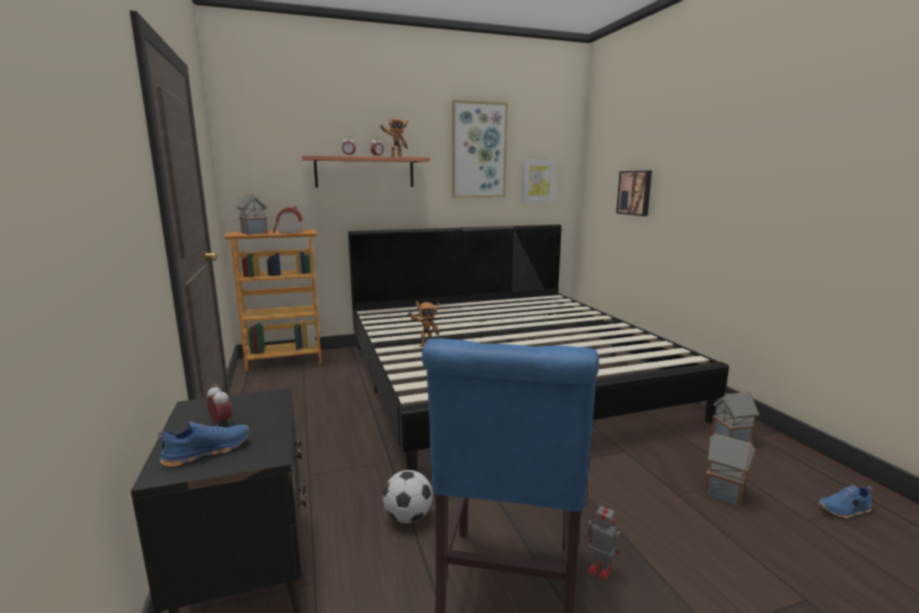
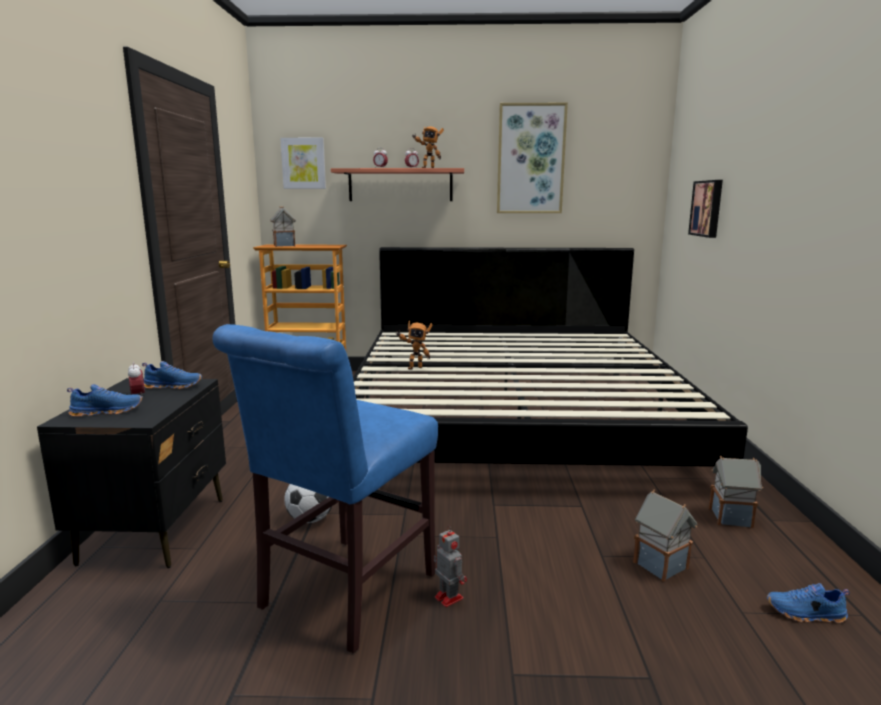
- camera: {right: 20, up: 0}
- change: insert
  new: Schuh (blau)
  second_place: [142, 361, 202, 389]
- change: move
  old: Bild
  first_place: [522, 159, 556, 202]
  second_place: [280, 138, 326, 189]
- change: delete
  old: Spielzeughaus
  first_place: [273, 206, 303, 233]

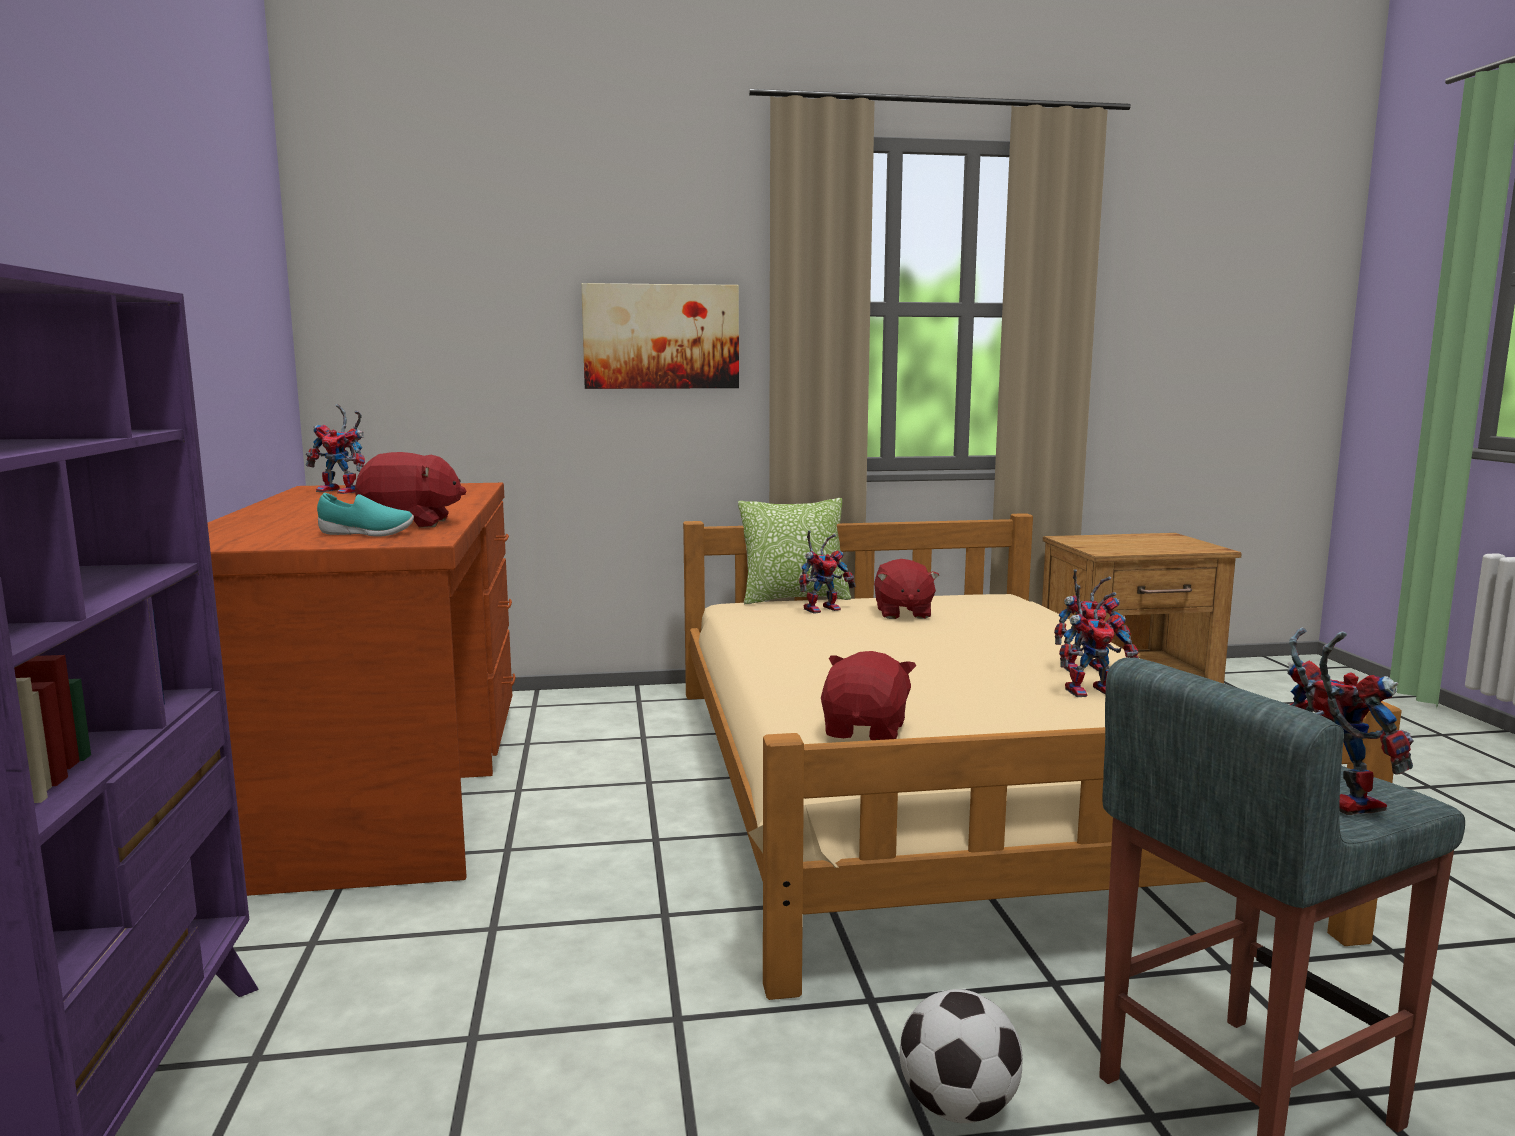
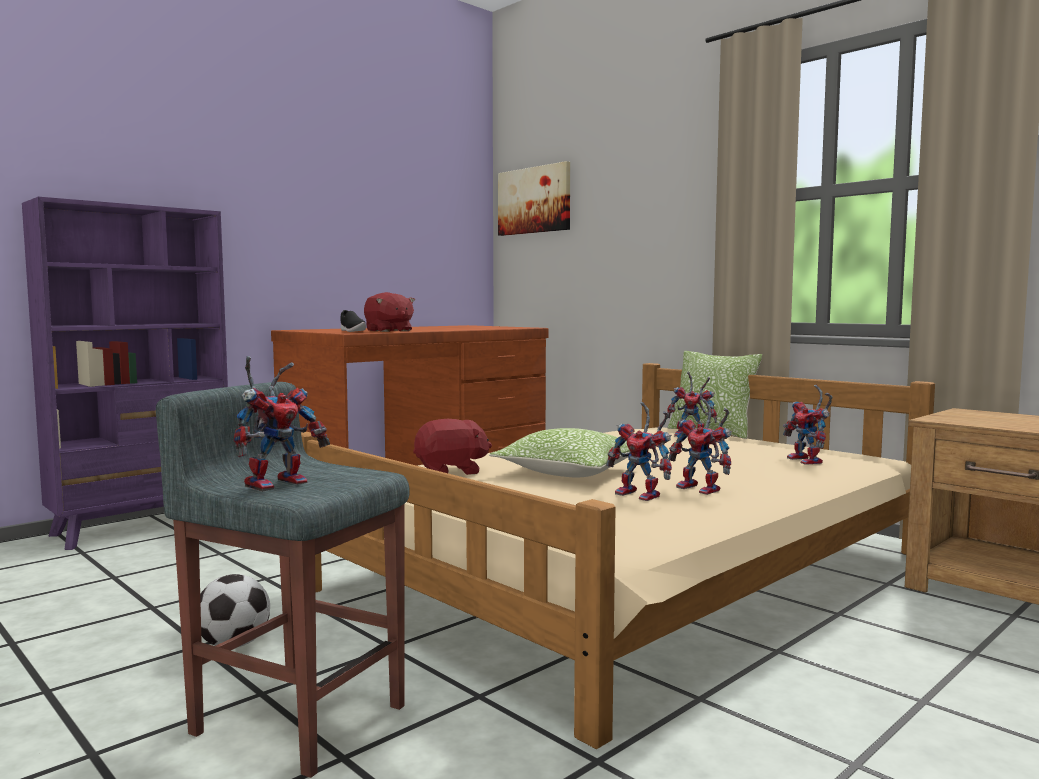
- camera: {right: 55, up: -5}
- change: recolor
  old: Schuh (türkis)
  new: Schuh (schwarz)
  first_place: [317, 493, 414, 537]
  second_place: [340, 310, 366, 332]
- change: insert
  new: Kissen
  second_place: [489, 428, 630, 477]
- change: move
  old: Bild
  first_place: [581, 283, 739, 389]
  second_place: [498, 161, 570, 236]
- change: move
  old: Spielzeugroboter
  first_place: [306, 404, 365, 494]
  second_place: [783, 385, 833, 465]
- change: delete
  old: Plüschtier (rot)
  first_place: [874, 559, 939, 619]

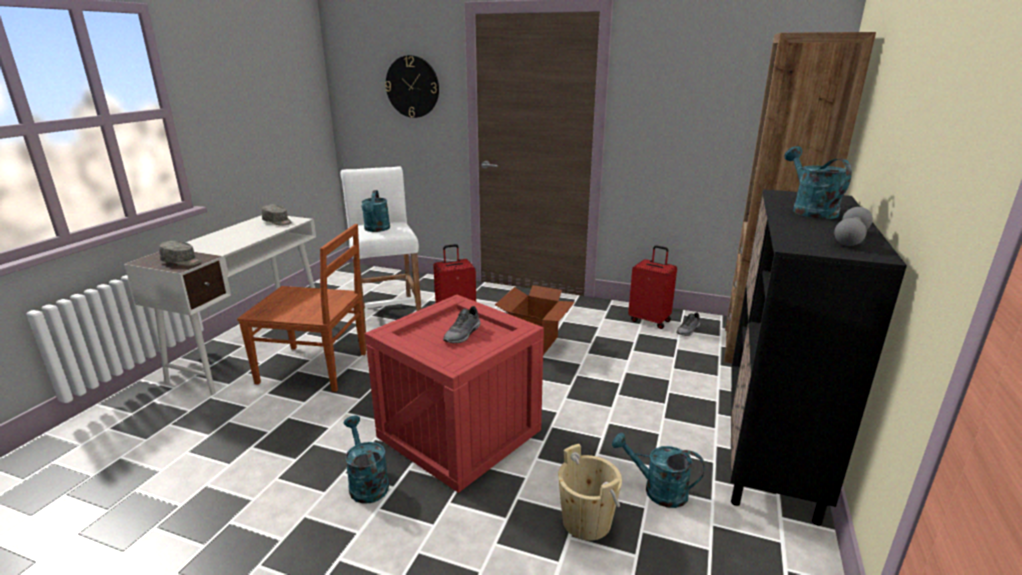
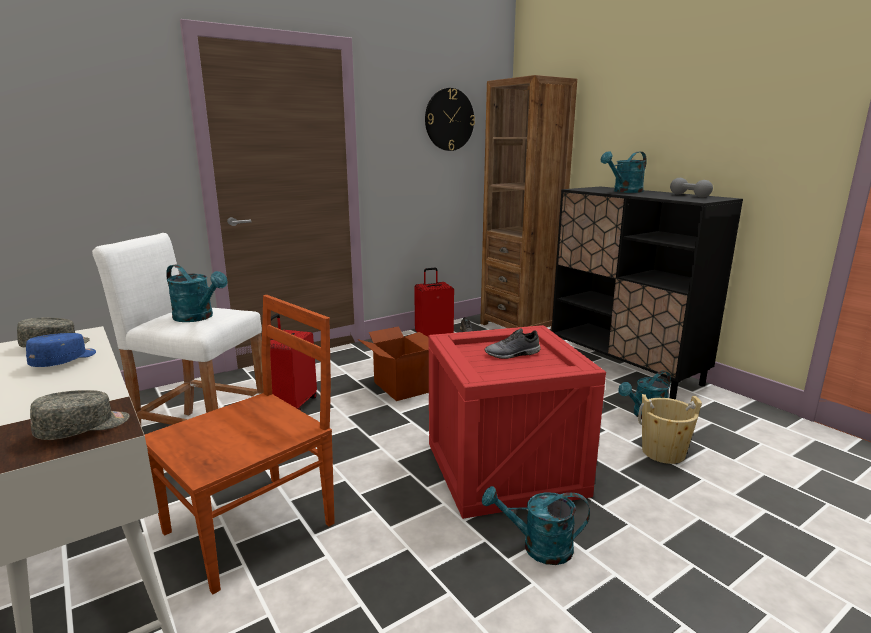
- camera: {right: -55, up: -5}
- change: insert
  new: Kappe (blau)
  second_place: [26, 333, 96, 367]
- change: move
  old: Wanduhr
  first_place: [385, 55, 439, 118]
  second_place: [425, 88, 475, 151]
- change: rotate
  old: Schuh (grau)
  first_place: [443, 306, 480, 343]
  second_place: [484, 328, 541, 359]
  degrees: 105
- change: rotate
  old: Gießkanne (türkis)
  first_place: [784, 146, 852, 219]
  second_place: [601, 151, 647, 193]
  degrees: -60

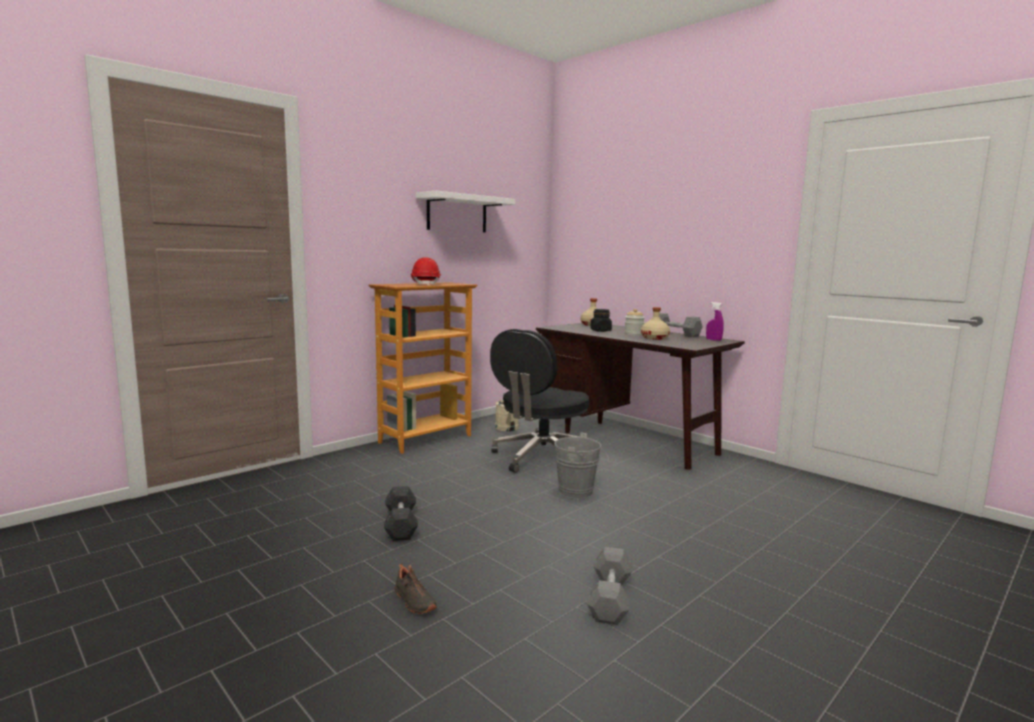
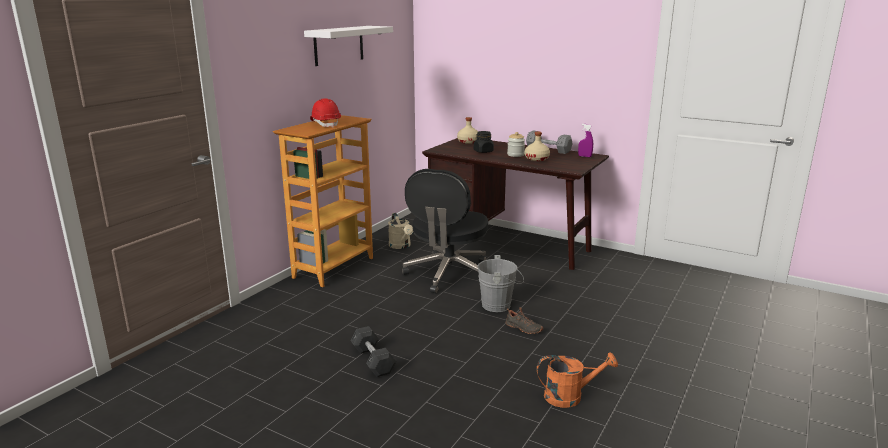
- camera: {right: -15, up: 10}
- change: move
  old: Schuh (schwarz)
  first_place: [395, 564, 437, 614]
  second_place: [506, 307, 543, 334]
- change: replace
  old: Hantel (grau)
  new: Gießkanne (orange)
  first_place: [587, 547, 632, 625]
  second_place: [537, 352, 618, 408]

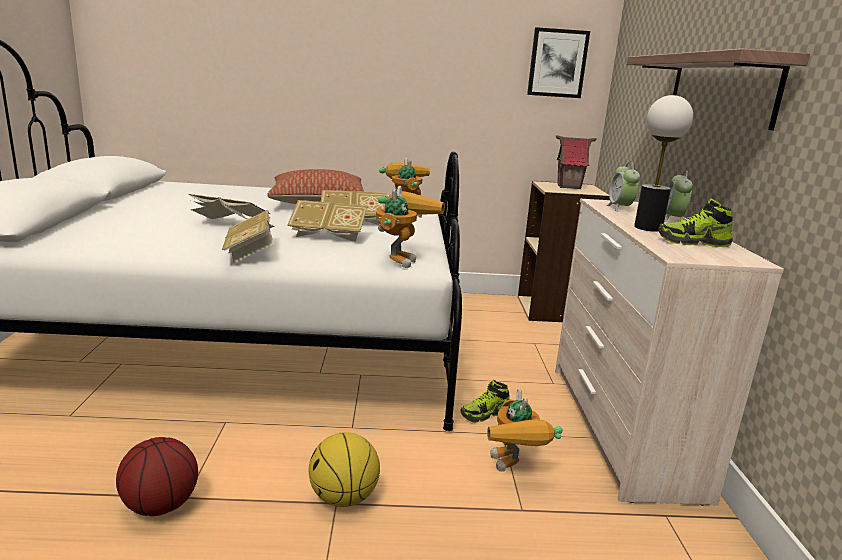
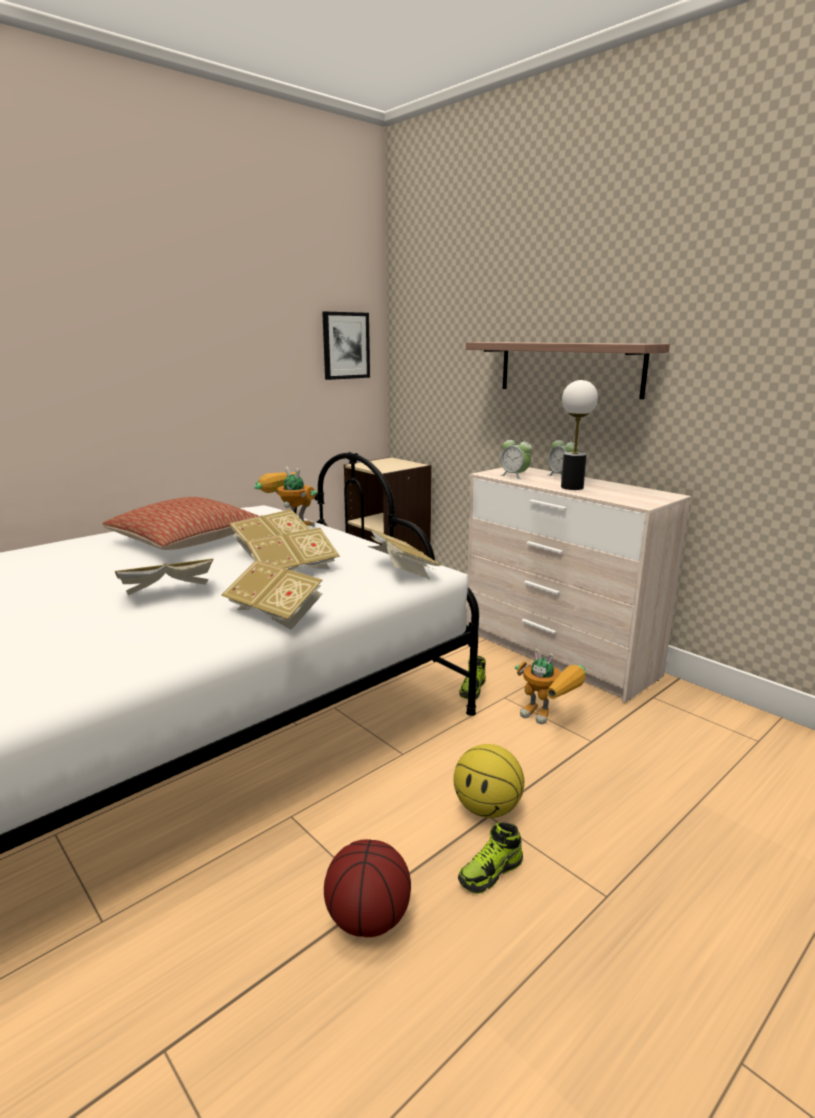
- camera: {right: -40, up: 0}
- change: replace
  old: Spielzeugroboter
  new: Buch
  first_place: [376, 186, 445, 268]
  second_place: [367, 529, 442, 579]
- change: move
  old: Schuh
  first_place: [659, 199, 733, 247]
  second_place: [458, 822, 523, 894]
- change: delete
  old: Spielzeughaus
  first_place: [556, 135, 597, 189]

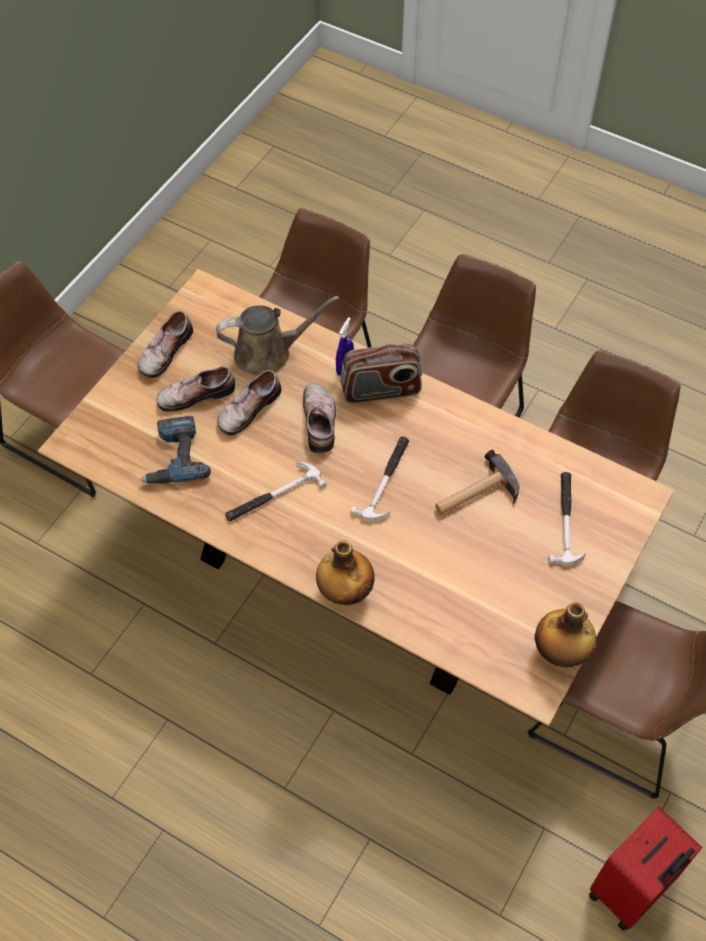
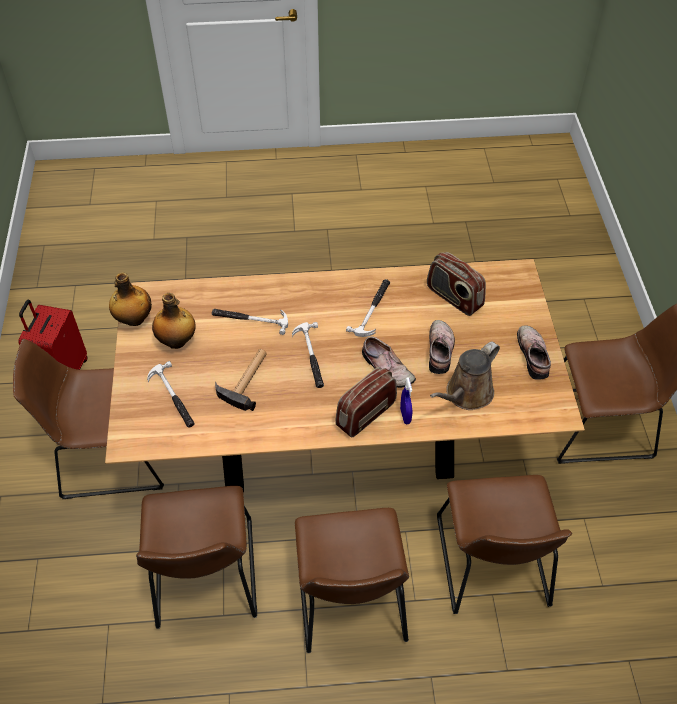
- camera: {right: 145, up: -5}
- change: move
  old: Flasche
  first_place: [316, 540, 375, 605]
  second_place: [152, 293, 196, 349]
- change: insert
  new: Hammer
  second_place: [212, 309, 288, 335]
- change: replace
  old: Bohrmaschine
  new: Radio
  first_place: [139, 416, 211, 484]
  second_place: [427, 252, 486, 316]
- change: delete
  old: Schuh
  first_place: [156, 366, 235, 412]

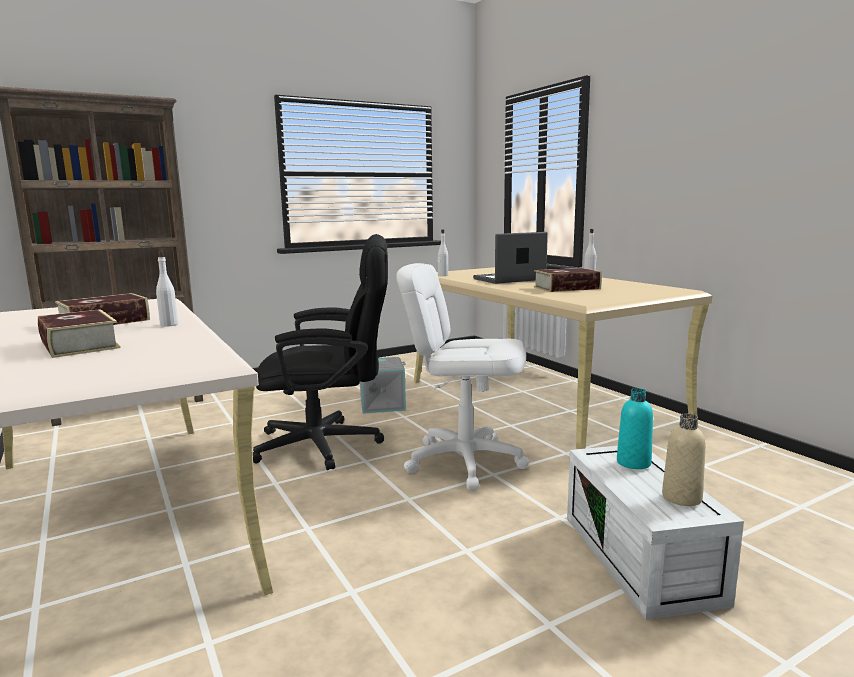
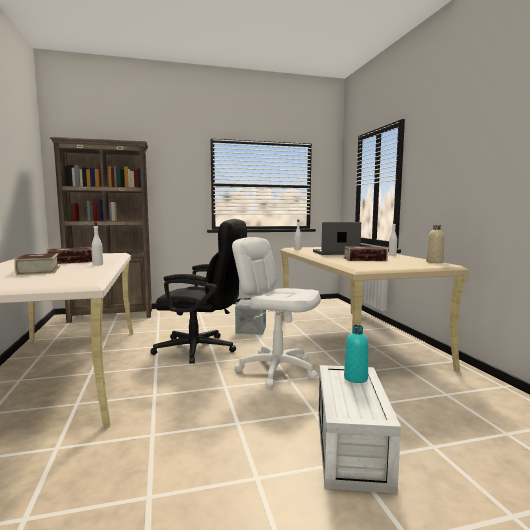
- camera: {right: 15, up: -5}
- change: move
  old: Flasche (beige)
  first_place: [662, 413, 706, 506]
  second_place: [426, 225, 444, 263]

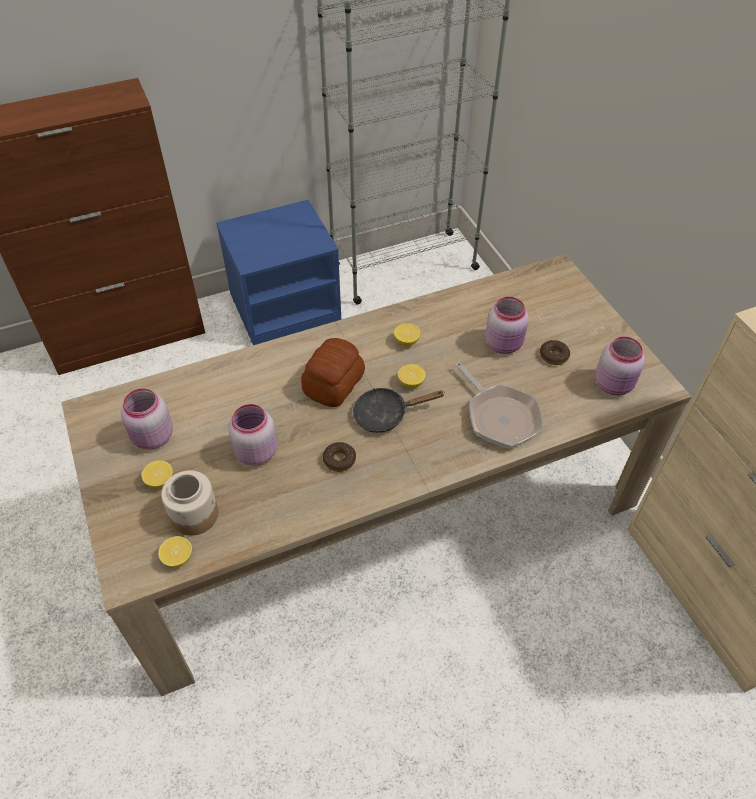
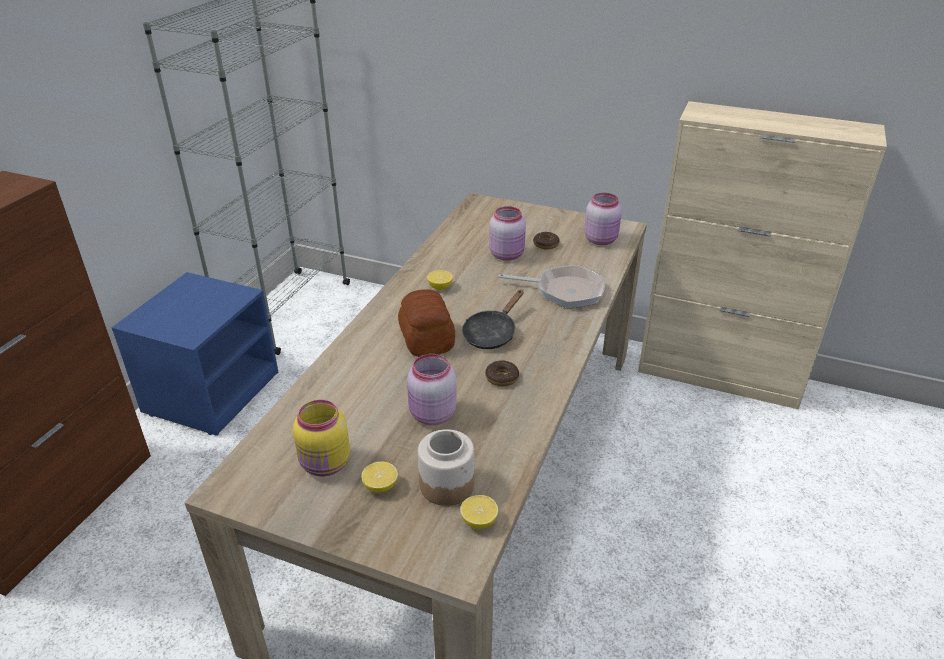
- camera: {right: -45, up: -15}
- change: recolor
  old: Vorratsglas (rosa)
  new: Vorratsglas (gelb)
  first_place: [121, 388, 173, 449]
  second_place: [293, 400, 350, 476]
- change: delete
  old: Zitrone
  first_place: [398, 364, 426, 388]

